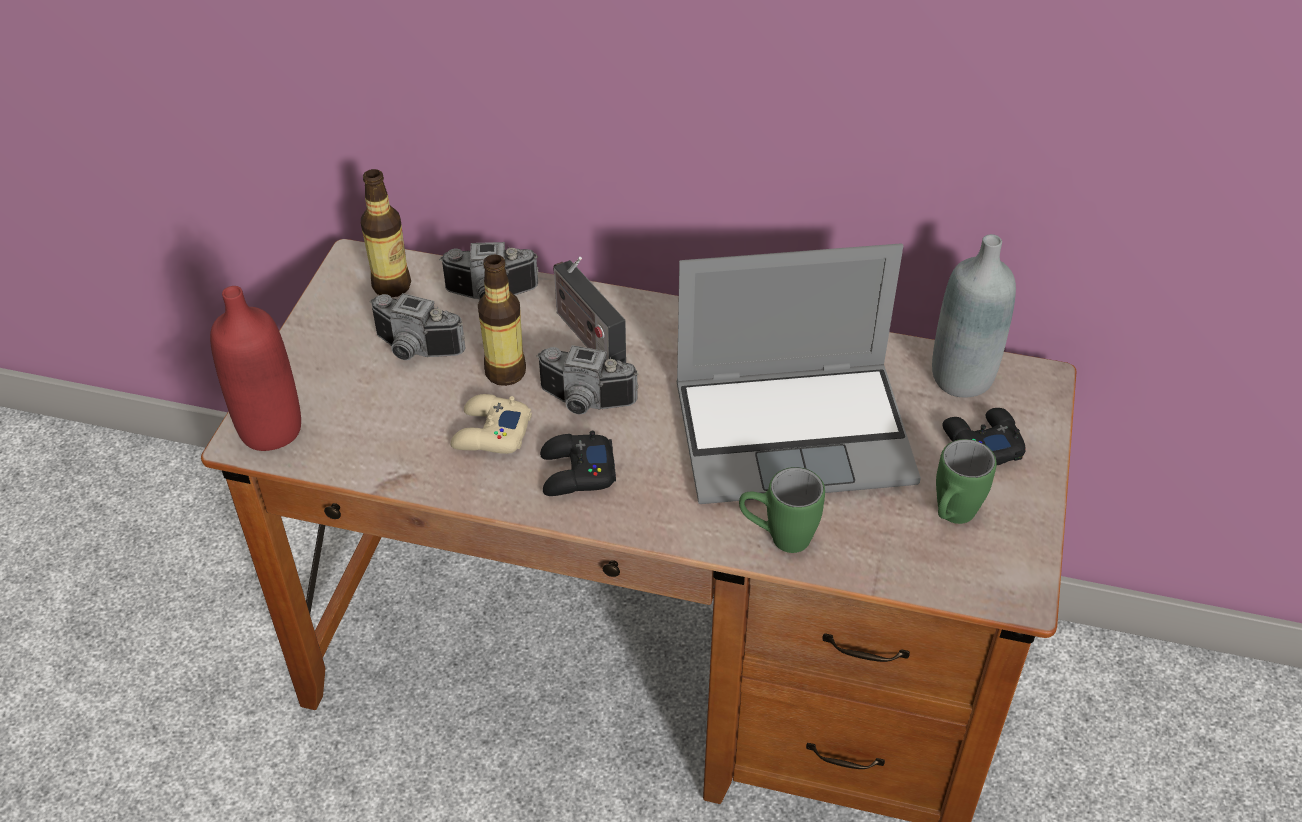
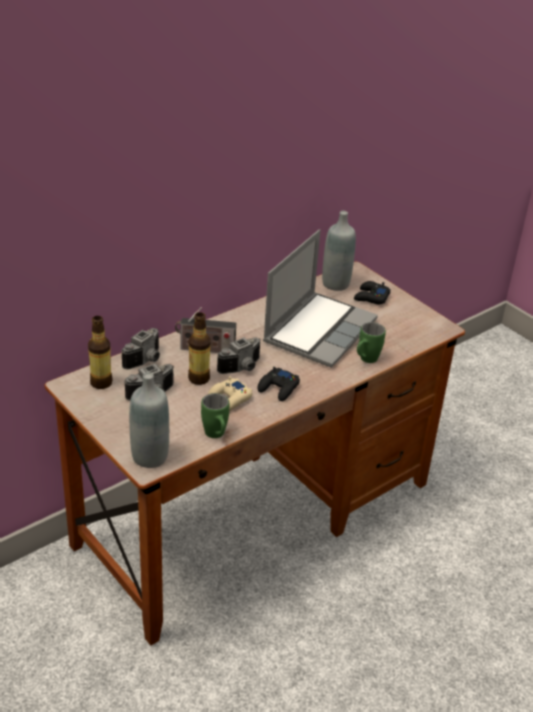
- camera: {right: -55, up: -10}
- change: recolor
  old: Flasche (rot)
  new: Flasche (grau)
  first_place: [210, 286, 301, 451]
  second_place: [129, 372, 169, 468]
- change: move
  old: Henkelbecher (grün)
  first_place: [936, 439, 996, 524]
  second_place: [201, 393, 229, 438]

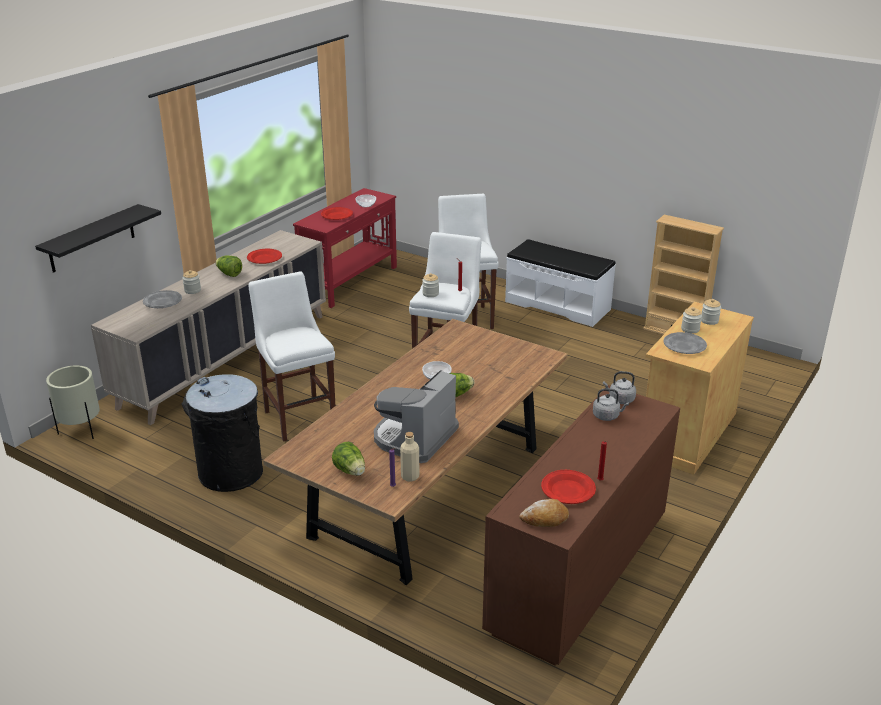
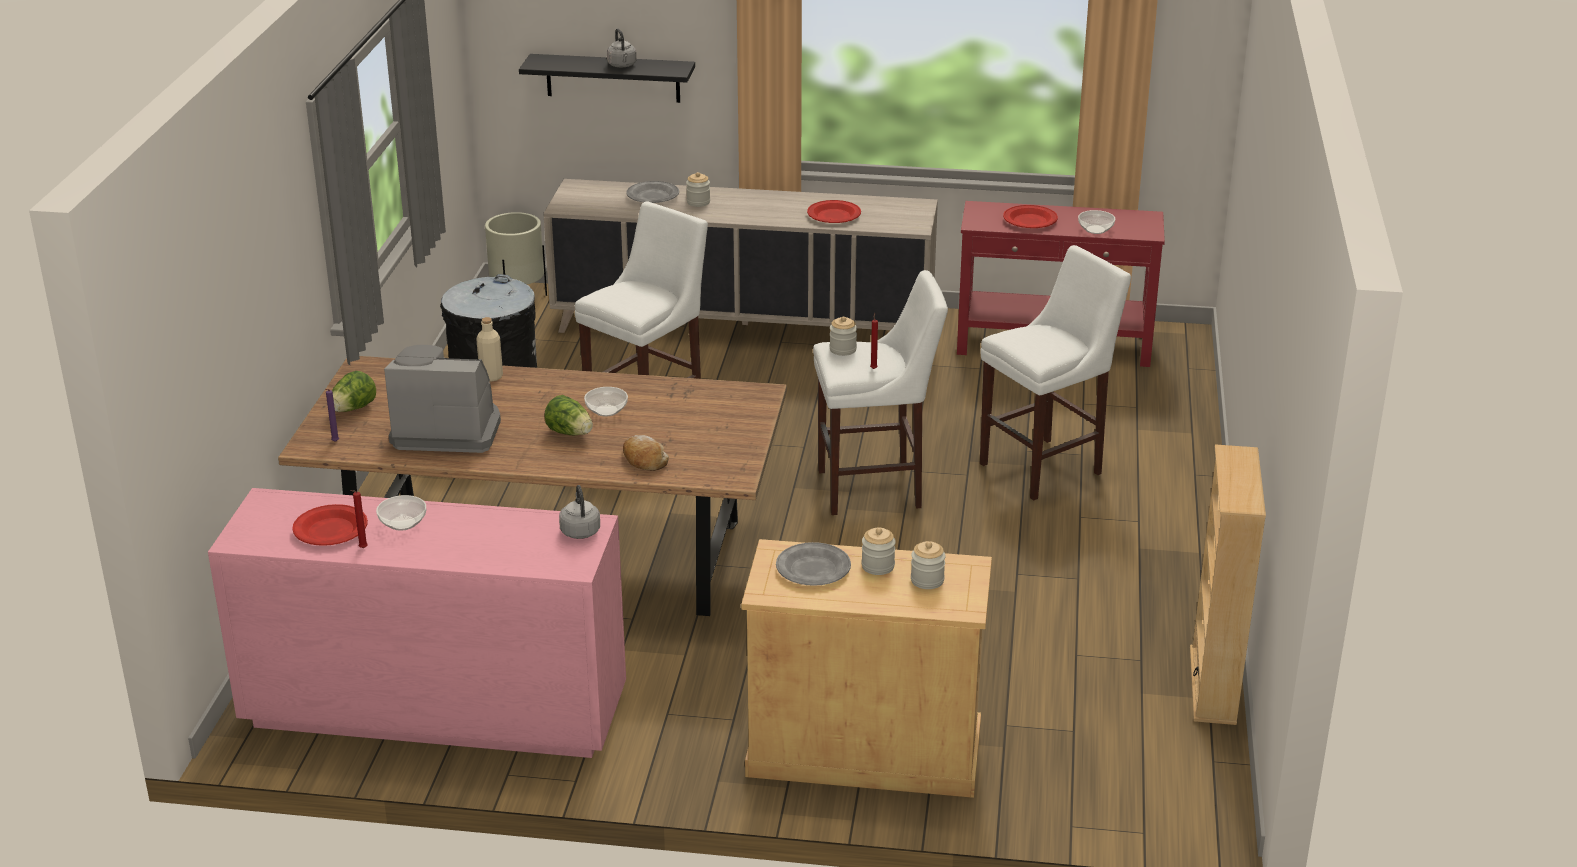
- camera: {right: 65, up: 0}
- change: recolor
  old: Kommode (braun)
  new: Kommode (rosa)
  first_place: [482, 385, 680, 665]
  second_place: [208, 488, 626, 758]
- change: insert
  new: Schüssel
  second_place: [376, 495, 426, 531]
- change: move
  old: Flasche (beige)
  first_place: [400, 432, 419, 482]
  second_place: [476, 317, 503, 382]
- change: move
  old: Wasserkessel (grau)
  first_place: [593, 388, 629, 421]
  second_place: [607, 28, 637, 67]
- change: move
  old: Brot
  first_place: [519, 499, 569, 527]
  second_place: [623, 435, 669, 471]
- change: delete
  old: Salatkopf
  first_place: [215, 255, 242, 277]
- change: delete
  old: Bank (weiß)
  first_place: [505, 239, 616, 327]

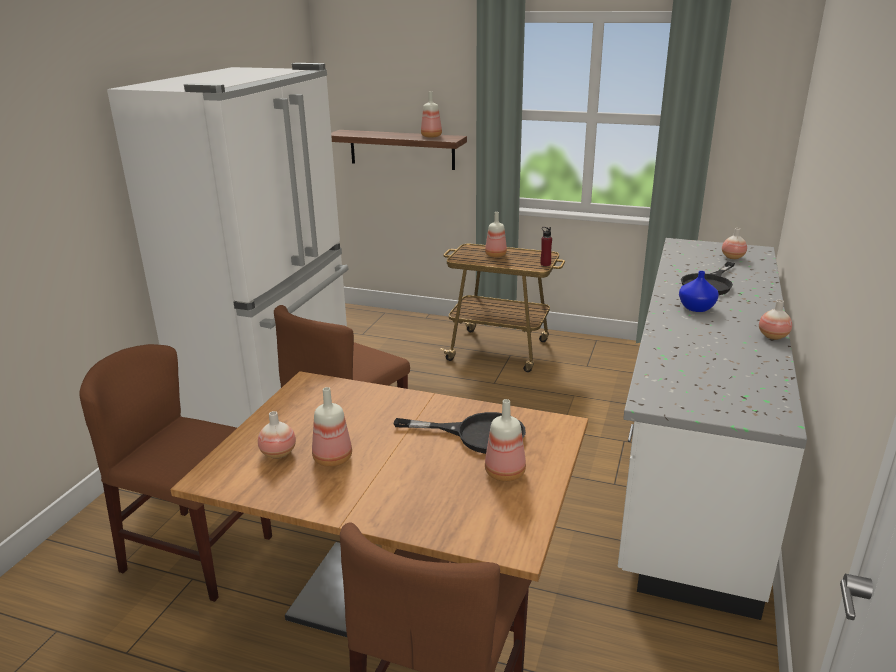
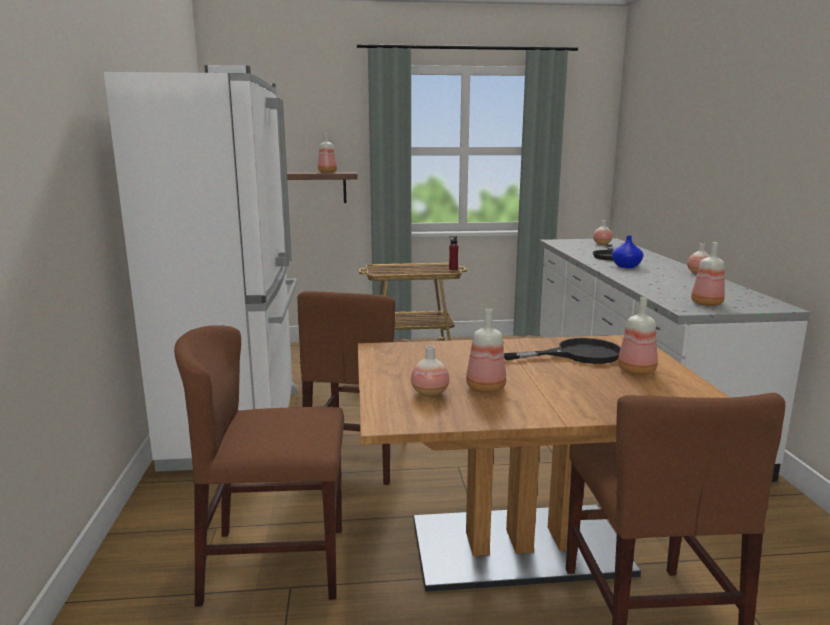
- camera: {right: -25, up: -10}
- change: move
  old: Flasche
  first_place: [485, 212, 507, 257]
  second_place: [691, 242, 725, 306]

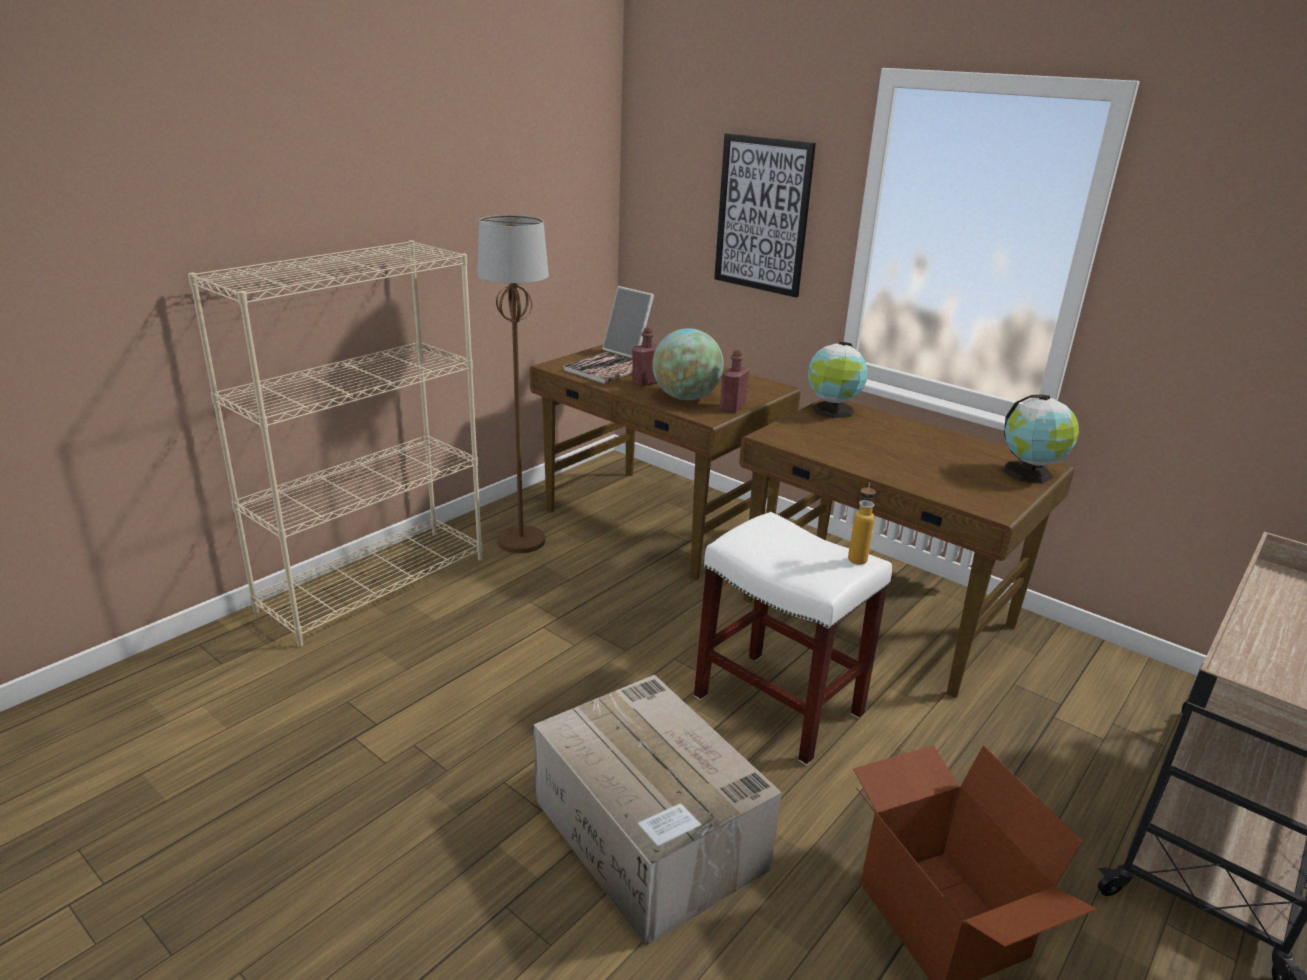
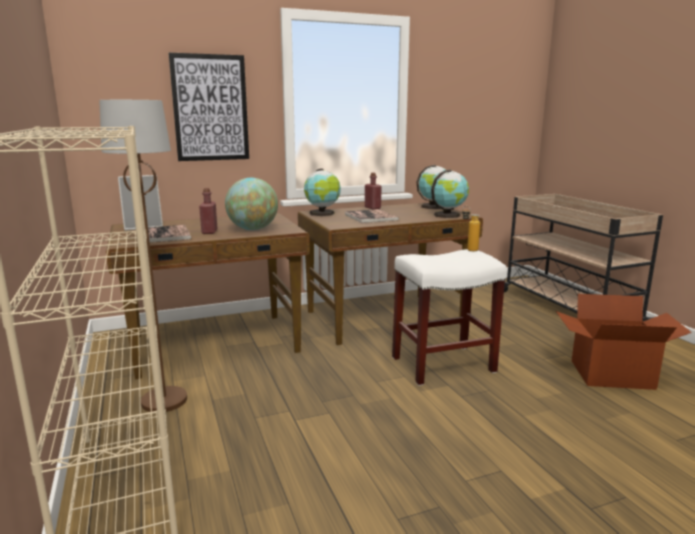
- camera: {right: -60, up: -10}
- change: insert
  new: Buch
  second_place: [344, 209, 399, 223]
- change: move
  old: Flasche (rot)
  first_place: [720, 350, 749, 413]
  second_place: [365, 173, 382, 209]
- change: insert
  new: Globus
  second_place: [431, 170, 469, 218]
- change: delete
  old: Karton
  first_place: [534, 675, 782, 946]

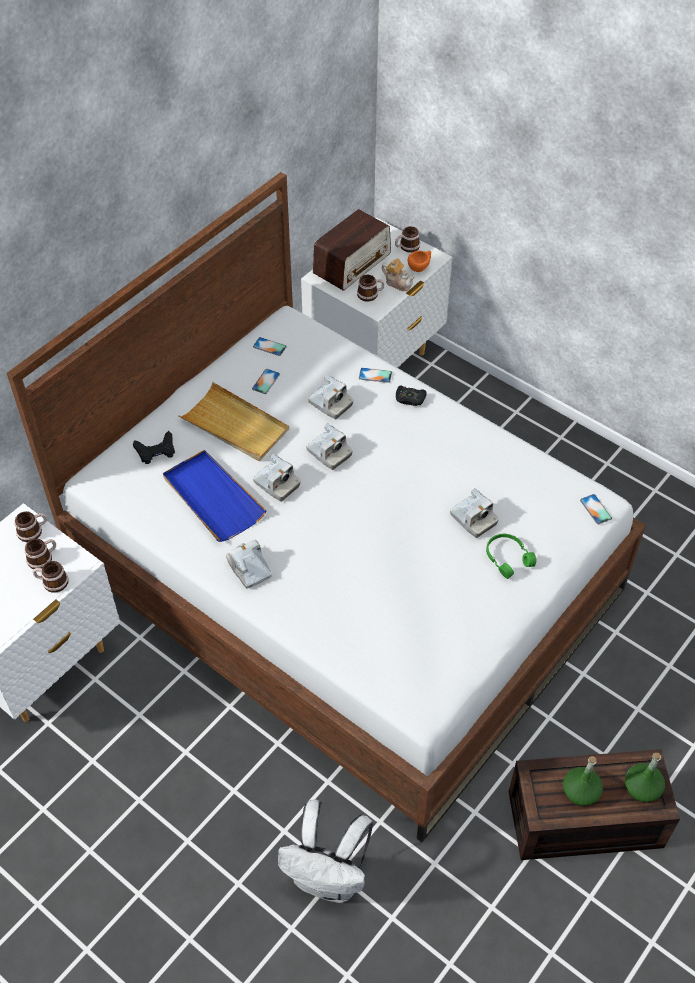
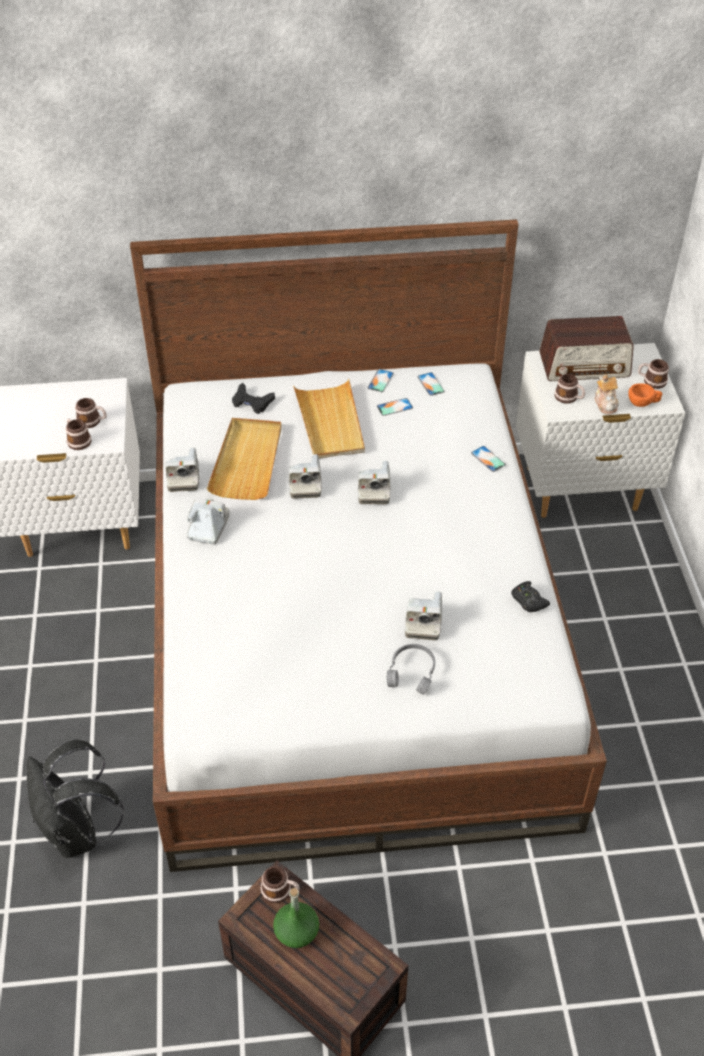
- camera: {right: 45, up: -5}
- change: recolor
  old: Rucksack (weiß)
  new: Rucksack (schwarz)
  first_place: [278, 800, 374, 903]
  second_place: [27, 740, 124, 858]
- change: move
  old: Kamera
  first_place: [308, 375, 353, 419]
  second_place: [165, 448, 199, 492]
- change: recolor
  old: Tablett (blau)
  new: Tablett (beige)
  first_place: [163, 450, 267, 542]
  second_place: [207, 418, 282, 500]
- change: move
  old: Henkelbecher
  first_place: [14, 511, 47, 542]
  second_place: [261, 866, 300, 903]
- change: move
  old: Handy
  first_place: [580, 494, 612, 524]
  second_place: [368, 369, 394, 392]
- change: recolor
  old: Kopfhörer (grün)
  new: Kopfhörer (grau)
  first_place: [486, 534, 536, 579]
  second_place: [387, 644, 435, 695]
- change: move
  old: Gamepad (schwarz)
  first_place: [396, 386, 427, 406]
  second_place: [511, 581, 550, 612]
- change: delete
  old: Flasche (grün)
  first_place: [625, 753, 665, 802]

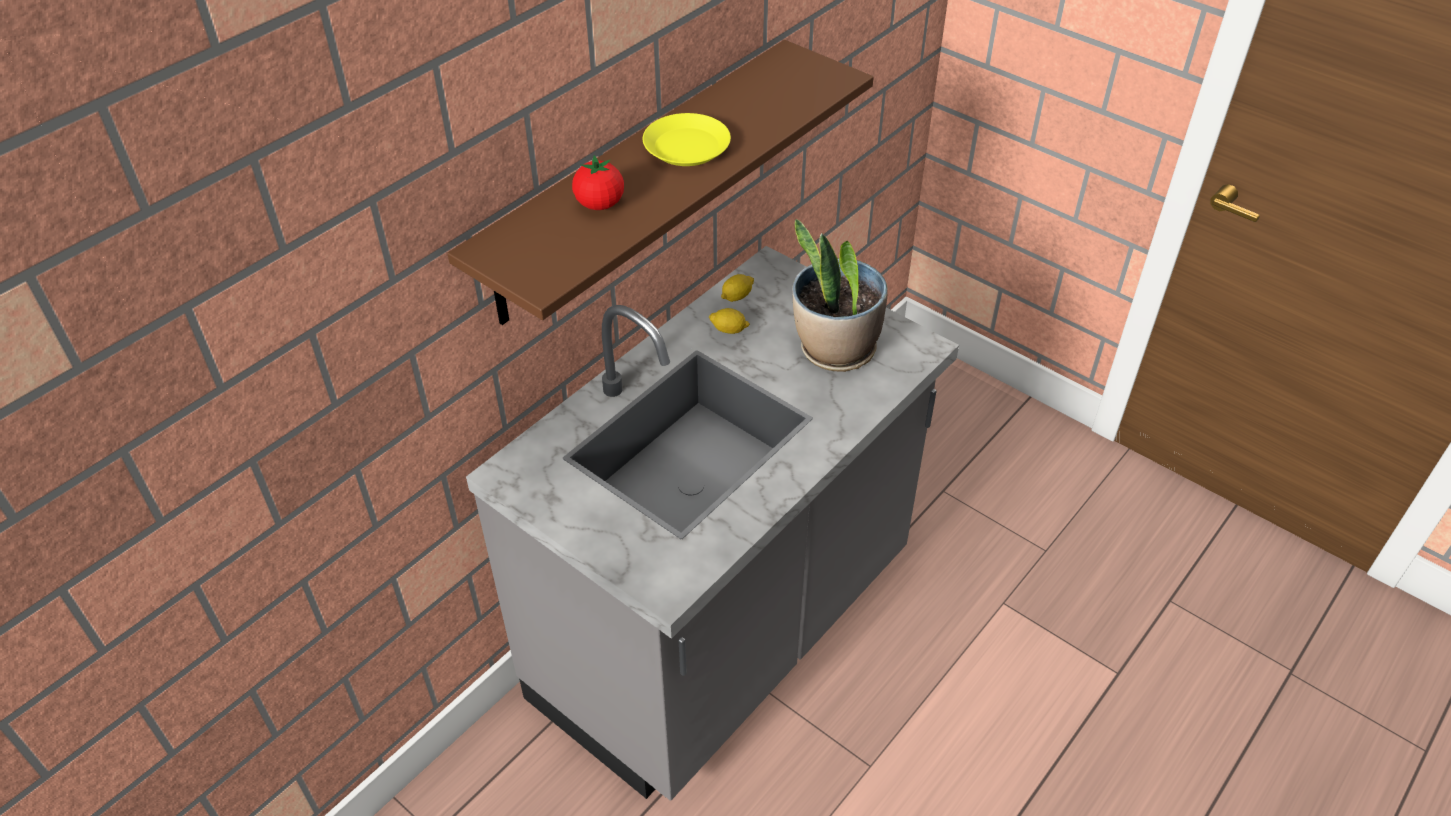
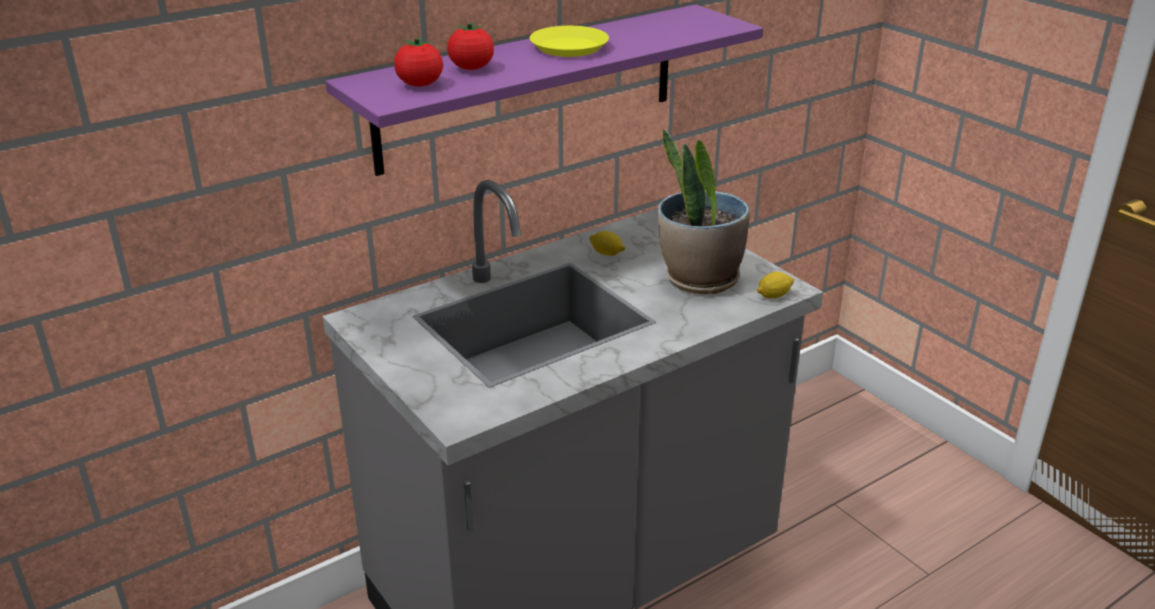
- camera: {right: 15, up: -15}
- change: recolor
  old: Wandregal (braun)
  new: Wandregal (lila)
  first_place: [447, 40, 874, 325]
  second_place: [325, 4, 763, 176]
- change: insert
  new: Tomate
  second_place: [394, 37, 443, 87]
- change: move
  old: Zitrone
  first_place: [721, 274, 754, 302]
  second_place: [757, 272, 794, 299]

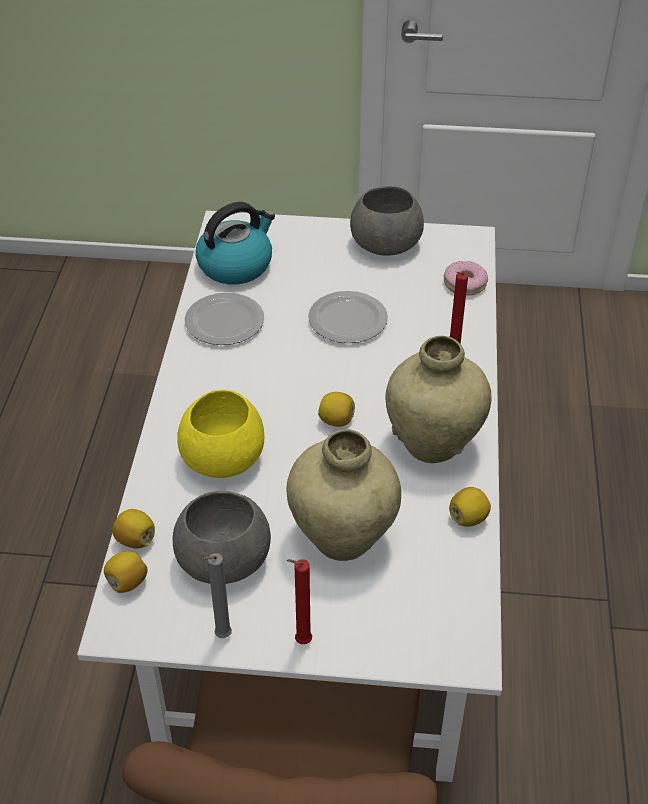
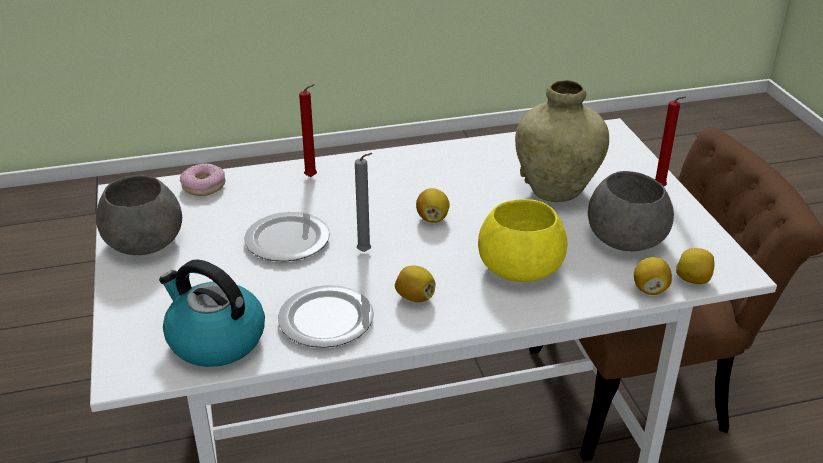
- camera: {right: -110, up: -10}
- change: move
  old: Kerze (grau)
  first_place: [203, 553, 232, 638]
  second_place: [355, 153, 373, 252]
- change: move
  old: Zitrone
  first_place: [449, 487, 491, 527]
  second_place: [395, 265, 435, 302]
- change: delete
  old: Vase (beige)
  first_place: [385, 336, 491, 463]

